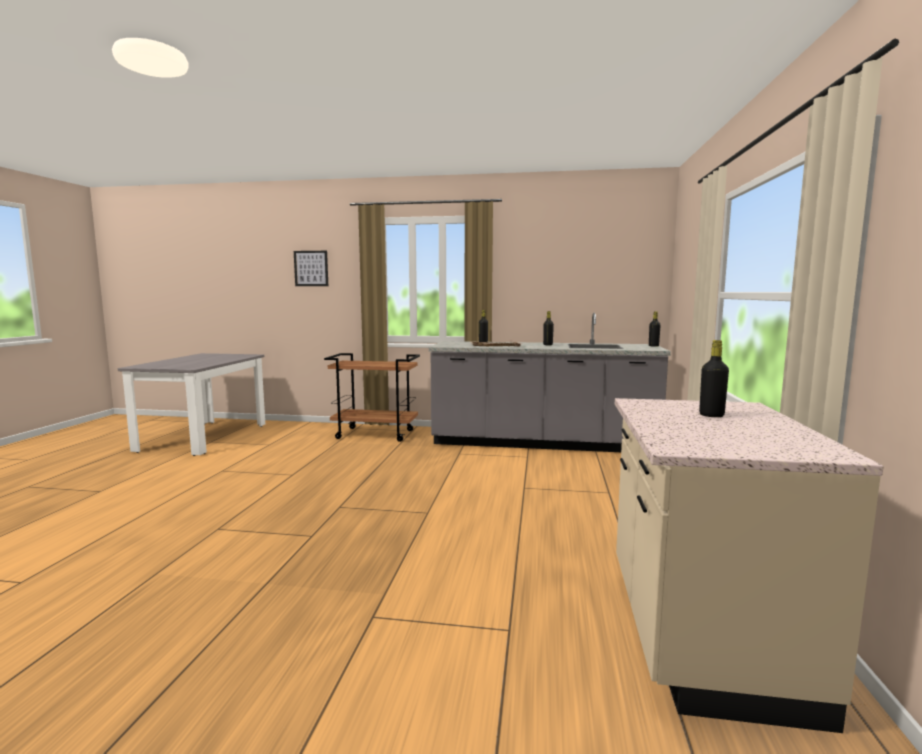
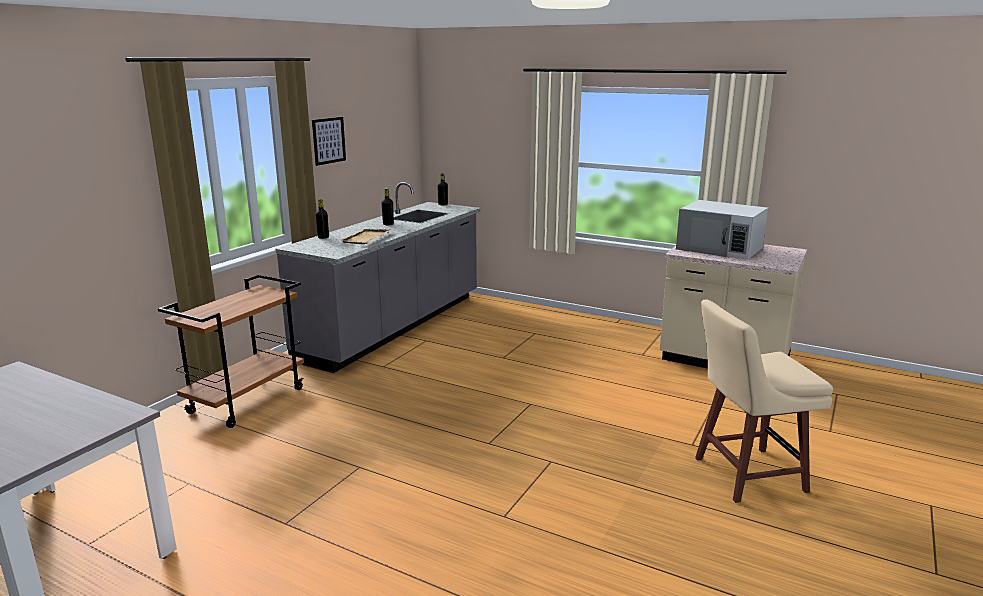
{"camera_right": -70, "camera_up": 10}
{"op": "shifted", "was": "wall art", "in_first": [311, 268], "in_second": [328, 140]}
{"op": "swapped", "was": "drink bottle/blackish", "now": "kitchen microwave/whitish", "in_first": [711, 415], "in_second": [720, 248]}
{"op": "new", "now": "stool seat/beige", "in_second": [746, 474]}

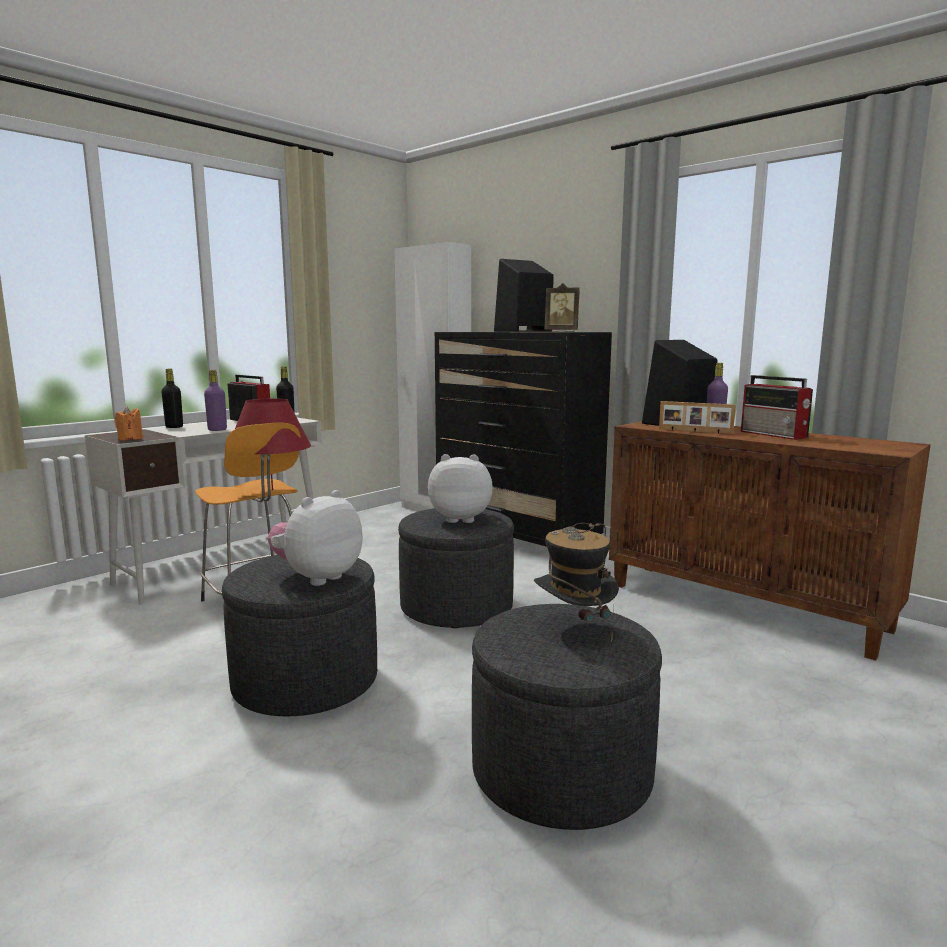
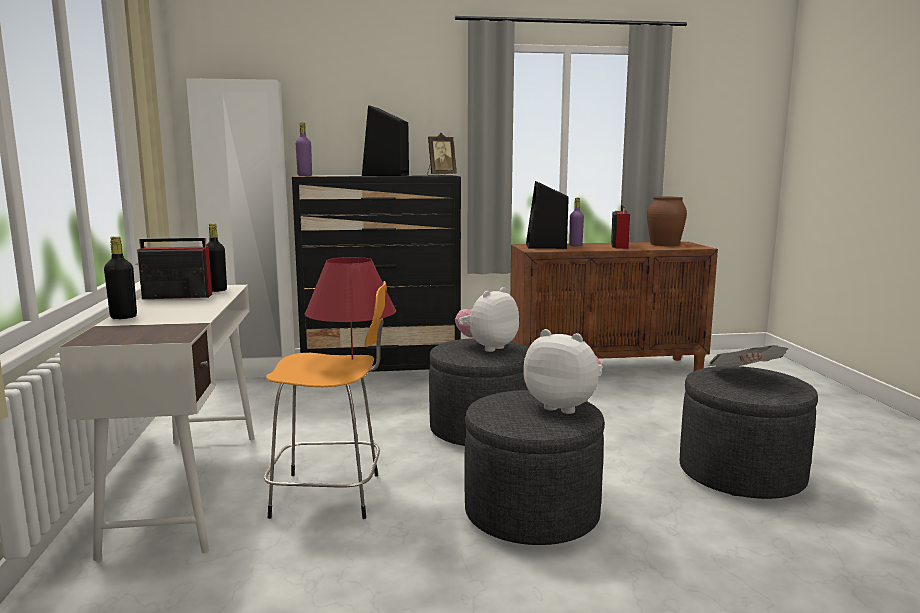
{"camera_right": -50, "camera_up": 0}
{"op": "shifted", "was": "drink bottle/purplish", "in_first": [217, 430], "in_second": [304, 176]}
{"op": "rotated", "was": "radio receiver", "in_first": [774, 435], "in_second": [620, 245], "clockwise": -90}
{"op": "gone", "was": "picture frame", "in_first": [695, 431]}
{"op": "gone", "was": "candle/orange", "in_first": [130, 439]}
{"op": "rotated", "was": "soft toy", "in_first": [317, 577], "in_second": [563, 406], "clockwise": 135}
{"op": "swapped", "was": "hat", "now": "newspaper", "in_first": [574, 629], "in_second": [744, 376]}
{"op": "new", "now": "decorative vase/brown", "in_second": [664, 244]}

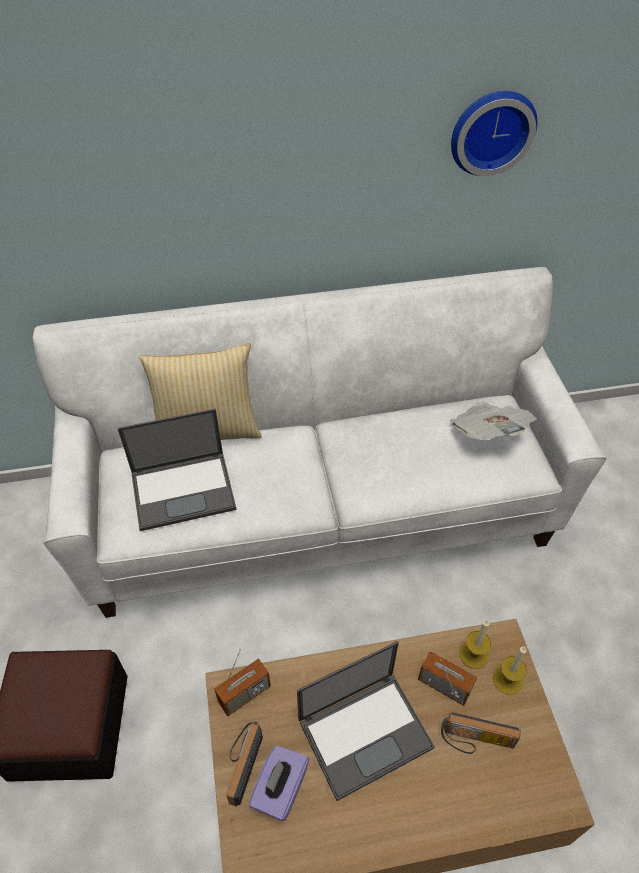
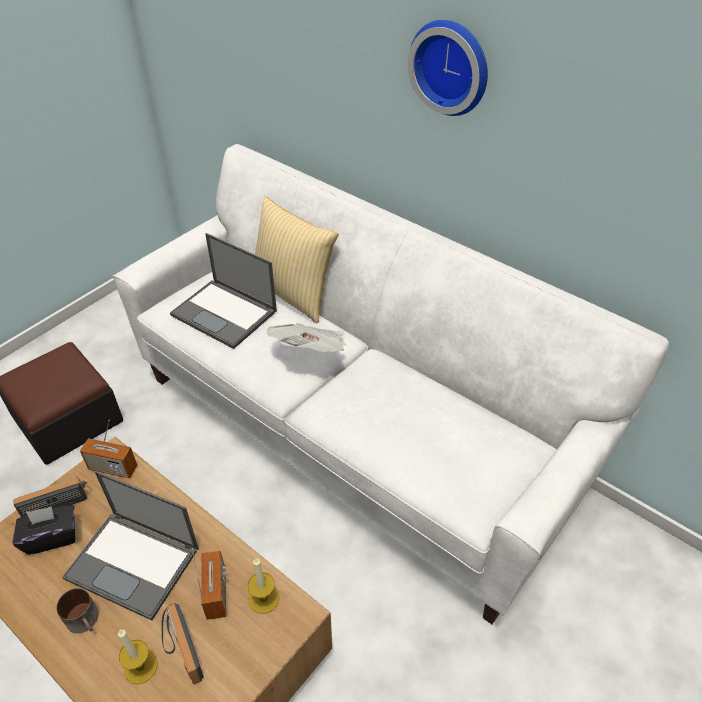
{"camera_right": 50, "camera_up": -5}
{"op": "shifted", "was": "hanging clock", "in_first": [491, 130], "in_second": [451, 66]}
{"op": "shifted", "was": "newspaper", "in_first": [487, 433], "in_second": [311, 352]}
{"op": "shifted", "was": "candle", "in_first": [507, 680], "in_second": [140, 667]}
{"op": "repainted", "was": "box of tissues/purplish", "now": "box of tissues/blackish", "in_first": [280, 789], "in_second": [52, 537]}
{"op": "new", "now": "tea mug", "in_second": [85, 620]}

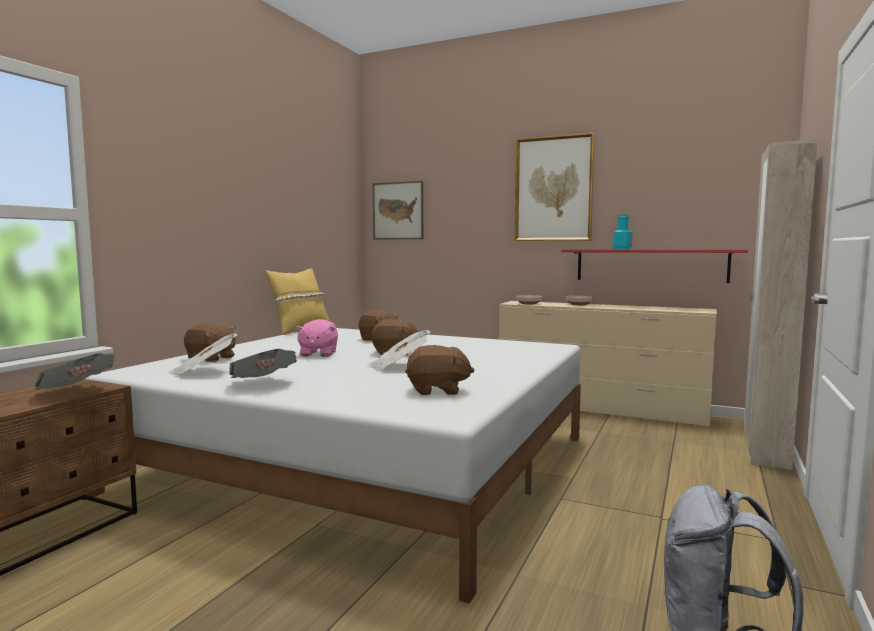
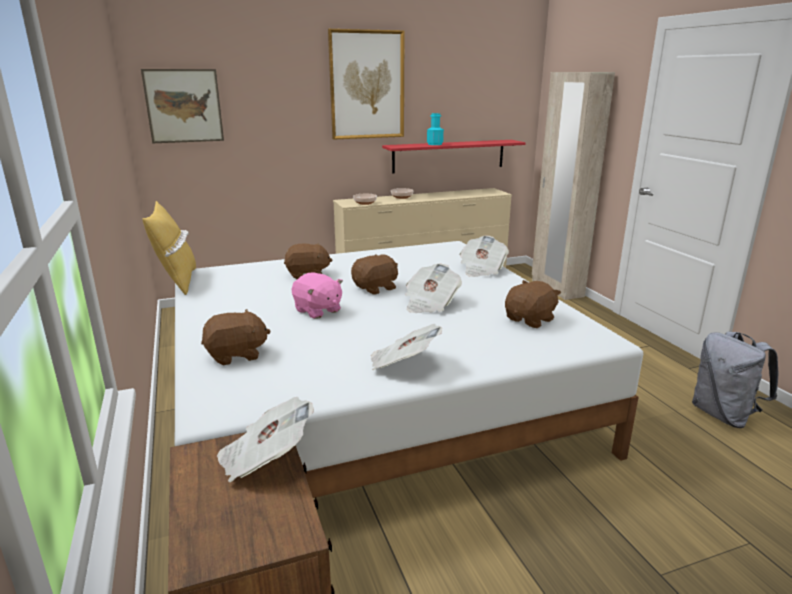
{"camera_right": -45, "camera_up": 15}
{"op": "shifted", "was": "newspaper", "in_first": [203, 372], "in_second": [481, 269]}

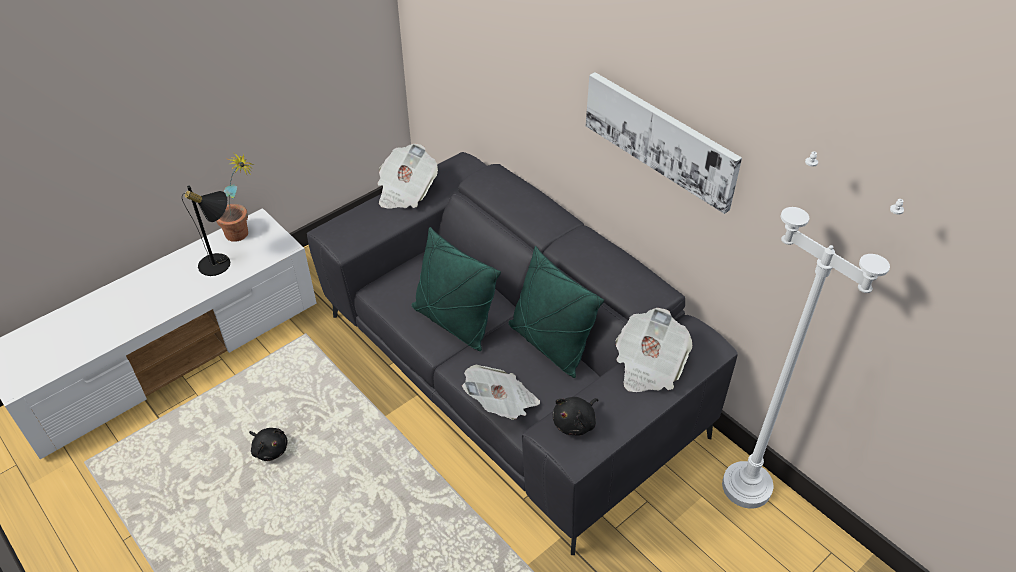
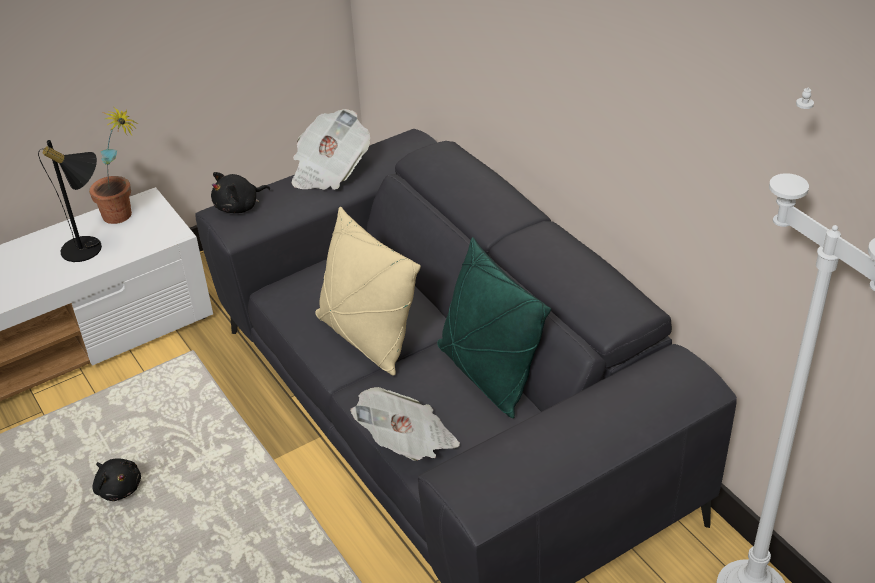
{"camera_right": 10, "camera_up": -5}
{"op": "gone", "was": "wall art", "in_first": [660, 138]}
{"op": "repainted", "was": "throw pillow/green-coloured", "now": "throw pillow/beige", "in_first": [453, 322], "in_second": [366, 338]}
{"op": "gone", "was": "newspaper", "in_first": [648, 365]}
{"op": "shifted", "was": "soft toy/blackish", "in_first": [575, 423], "in_second": [239, 206]}

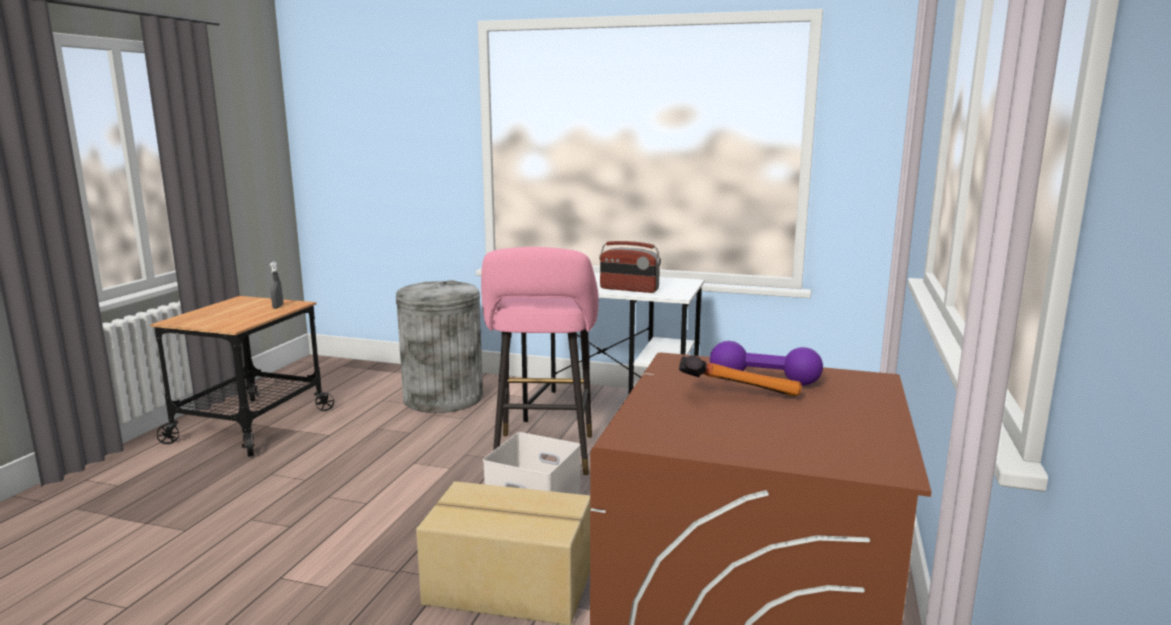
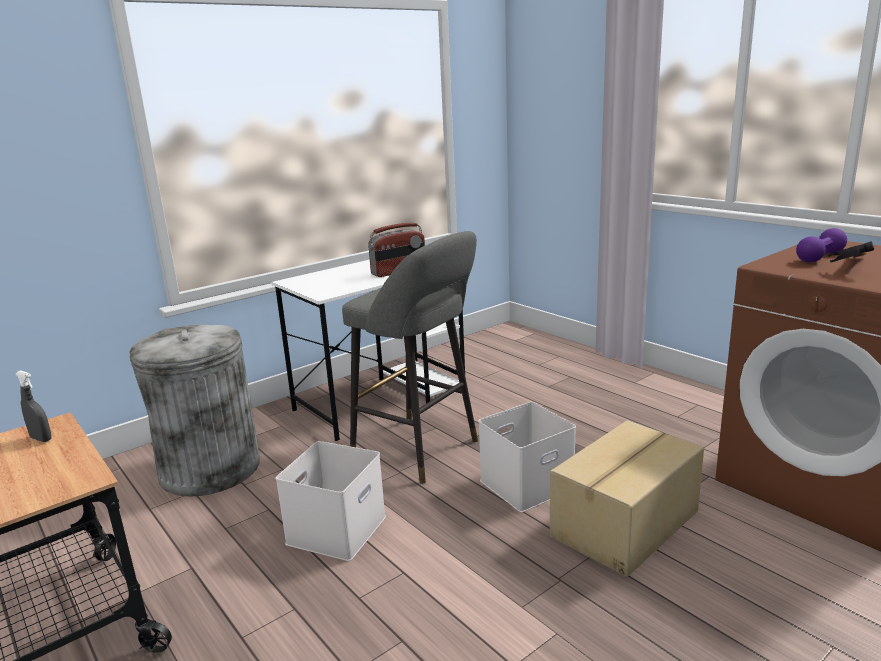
{"camera_right": -55, "camera_up": 5}
{"op": "repainted", "was": "stool seat/pinkish", "now": "stool seat/greyish", "in_first": [543, 457], "in_second": [421, 451]}
{"op": "new", "now": "storage container/whitish", "in_second": [336, 528]}

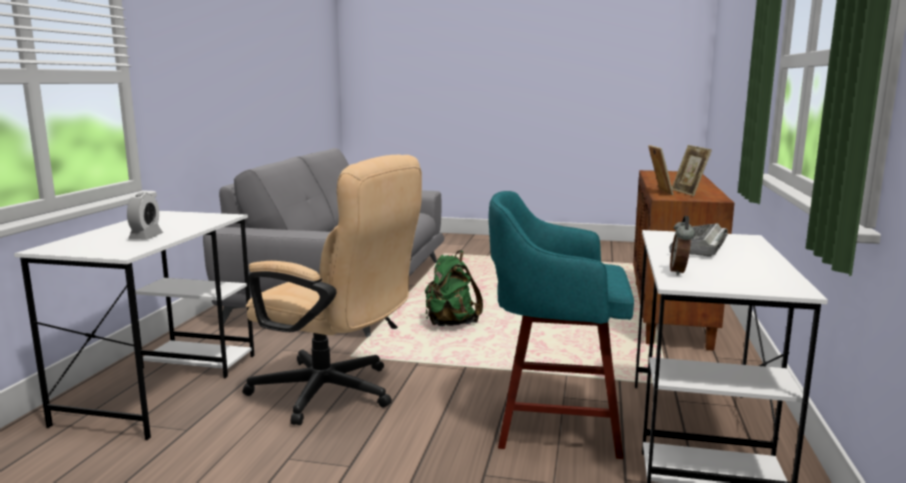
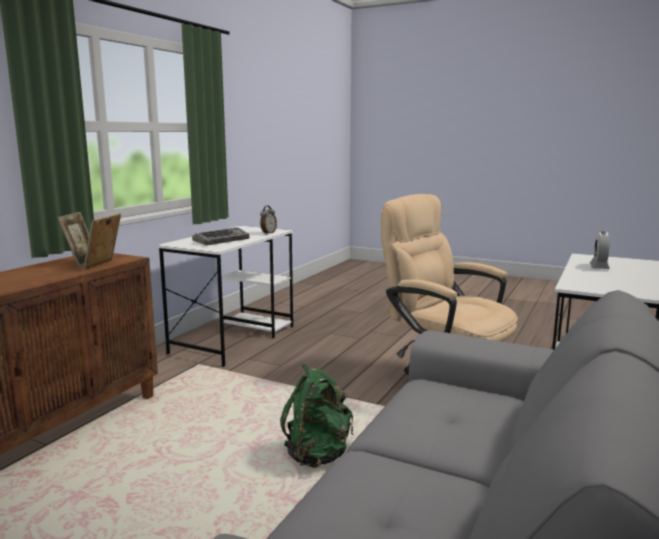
{"camera_right": -165, "camera_up": 0}
{"op": "gone", "was": "stool seat/turquoise", "in_first": [554, 423]}

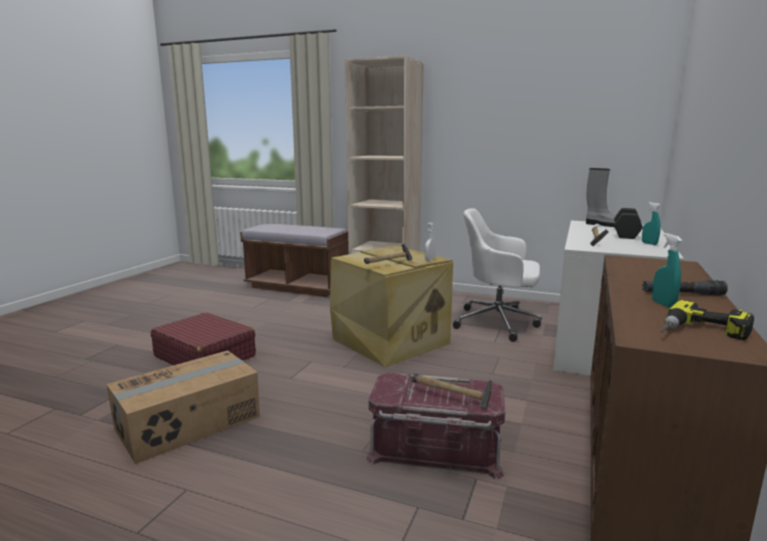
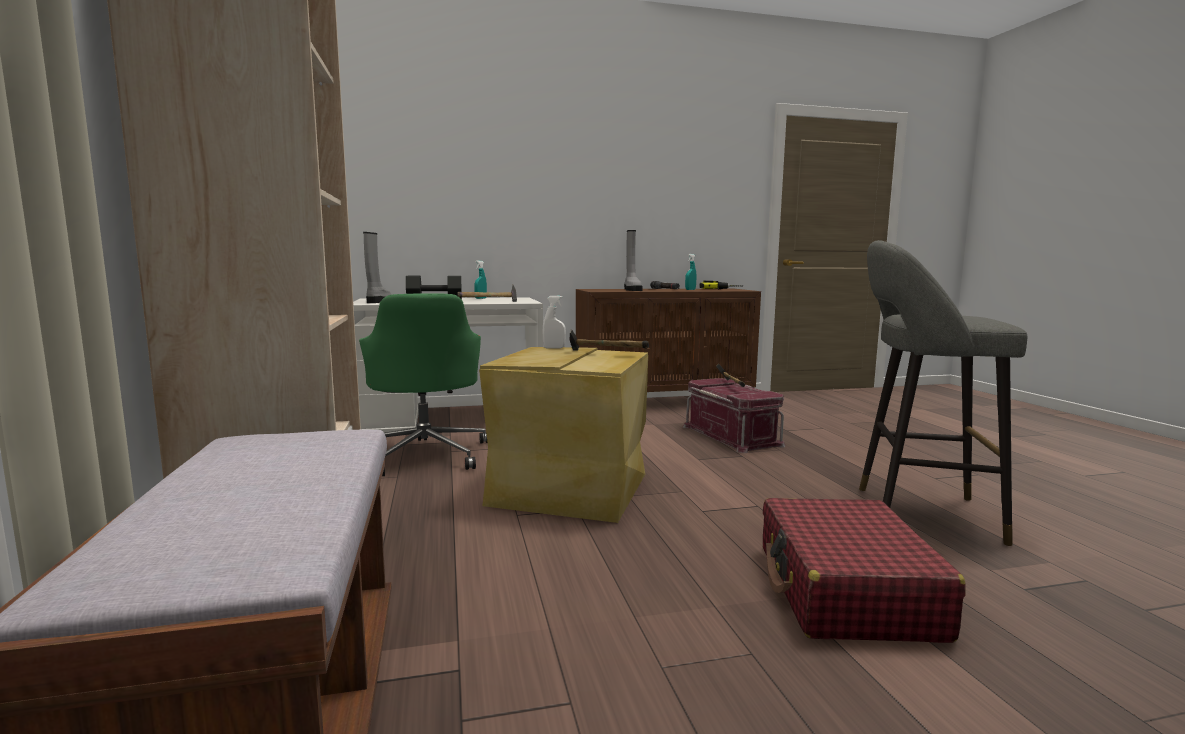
{"camera_right": -125, "camera_up": -5}
{"op": "repainted", "was": "office chair/whitish", "now": "office chair/green-coloured", "in_first": [498, 323], "in_second": [426, 454]}
{"op": "swapped", "was": "carton", "now": "stool seat/greyish", "in_first": [189, 423], "in_second": [916, 513]}
{"op": "new", "now": "boot/greyish", "in_second": [632, 290]}

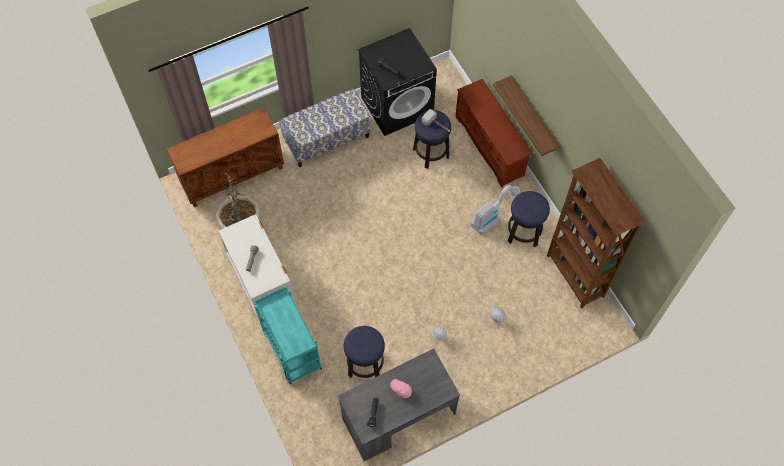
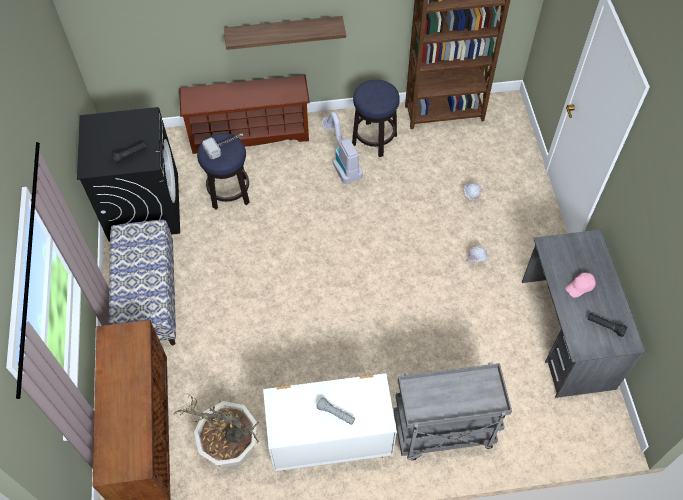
{"camera_right": -70, "camera_up": -5}
{"op": "repainted", "was": "trolley/turquoise", "now": "trolley/greyish", "in_first": [291, 349], "in_second": [442, 432]}
{"op": "gone", "was": "stool seat", "in_first": [365, 364]}

